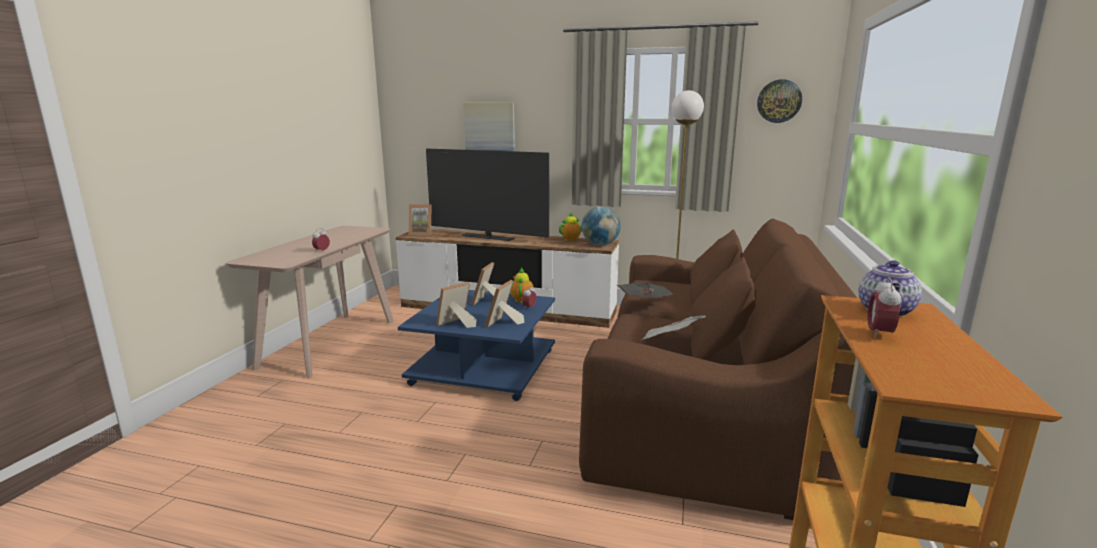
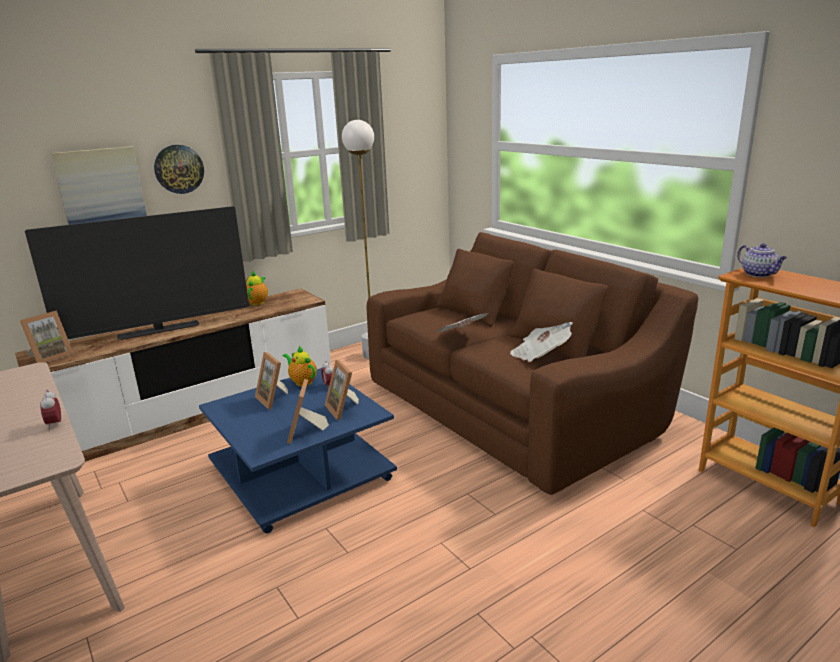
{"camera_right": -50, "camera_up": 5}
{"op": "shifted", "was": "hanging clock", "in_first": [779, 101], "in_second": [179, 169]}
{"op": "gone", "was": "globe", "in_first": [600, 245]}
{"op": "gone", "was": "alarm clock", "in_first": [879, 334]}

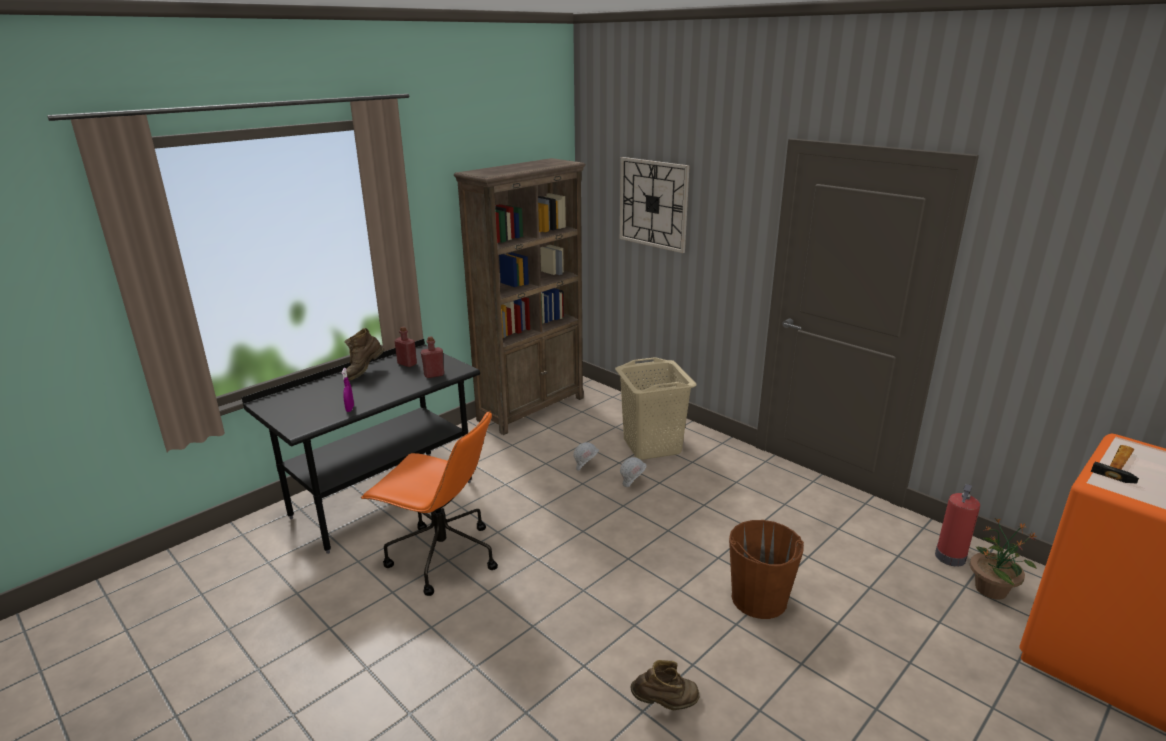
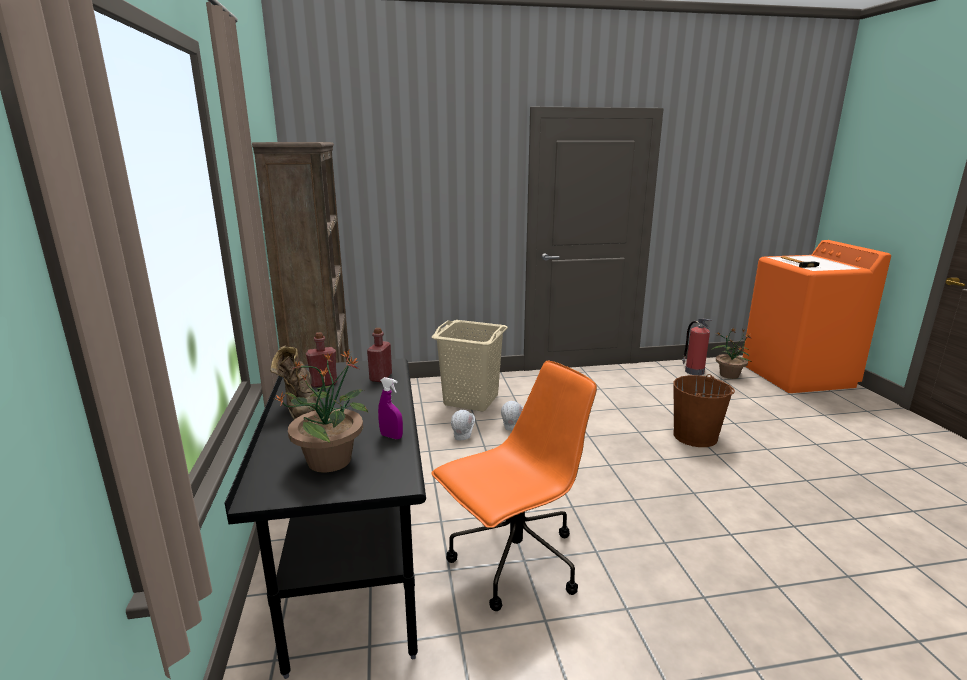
{"camera_right": -55, "camera_up": -5}
{"op": "gone", "was": "hanging clock", "in_first": [653, 204]}
{"op": "gone", "was": "boot/brown", "in_first": [665, 704]}
{"op": "new", "now": "plant in a pot", "in_second": [331, 460]}

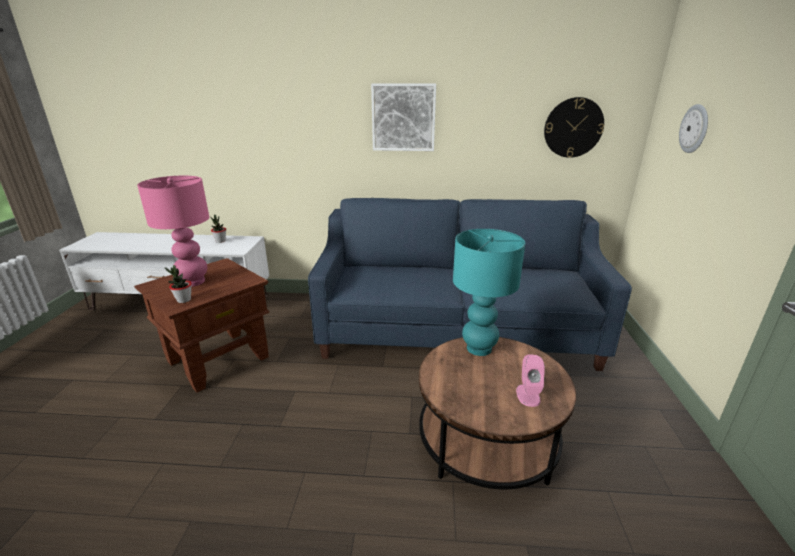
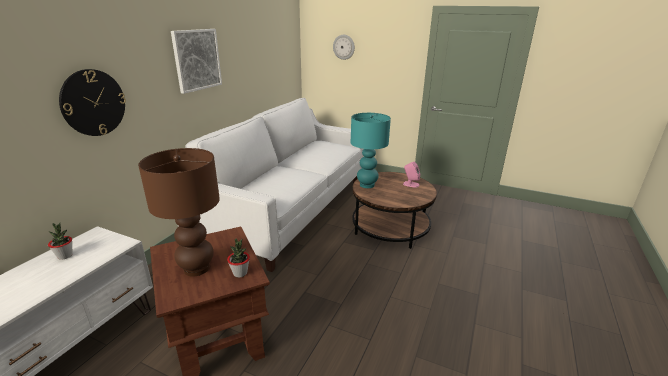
{"camera_right": -70, "camera_up": 0}
{"op": "shifted", "was": "hanging clock", "in_first": [573, 128], "in_second": [93, 103]}
{"op": "repainted", "was": "lamp for a table/pinkish", "now": "lamp for a table/brown", "in_first": [193, 282], "in_second": [197, 268]}
{"op": "repainted", "was": "sofa/bluish", "now": "sofa/whitish", "in_first": [456, 330], "in_second": [286, 208]}

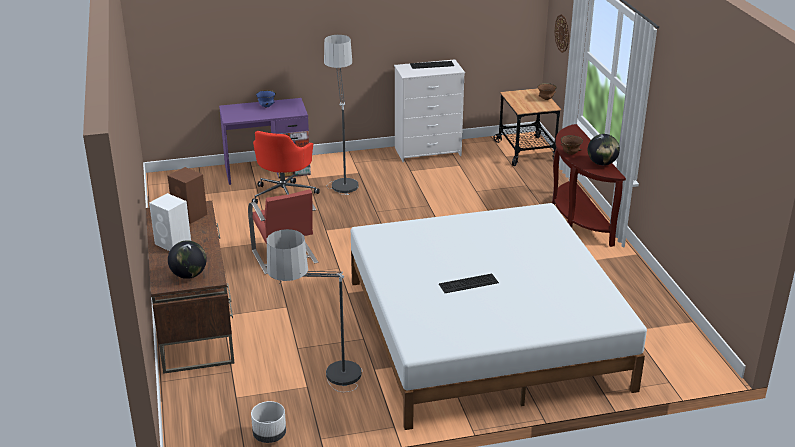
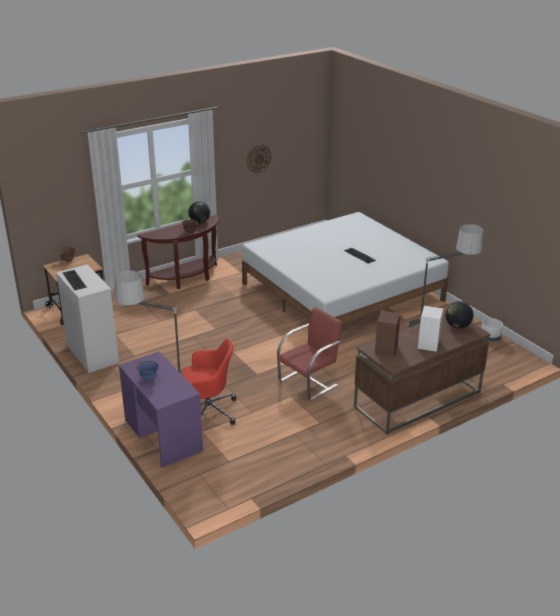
{"camera_right": -110, "camera_up": 0}
{"op": "shifted", "was": "hanging clock", "in_first": [562, 33], "in_second": [258, 158]}

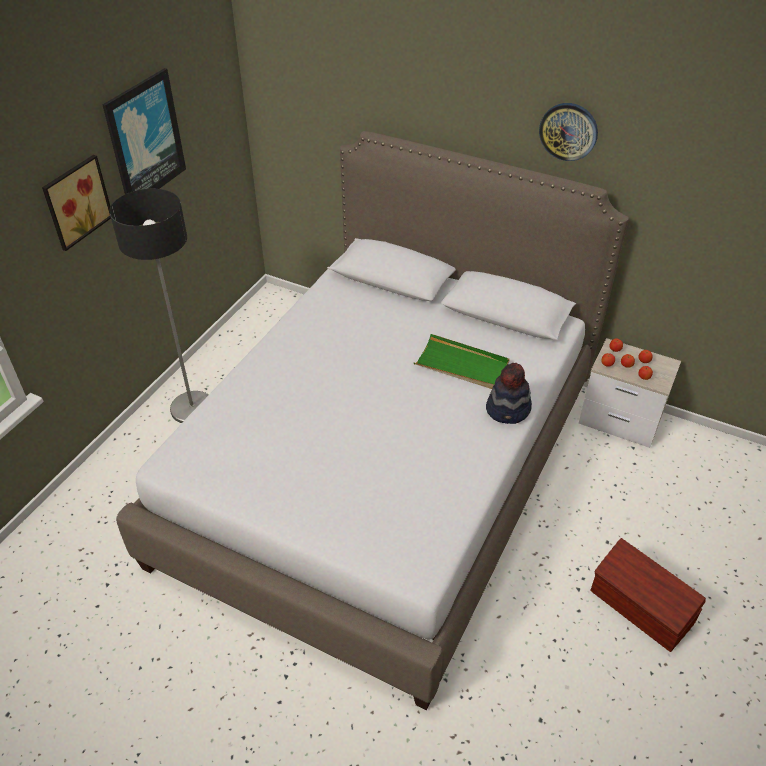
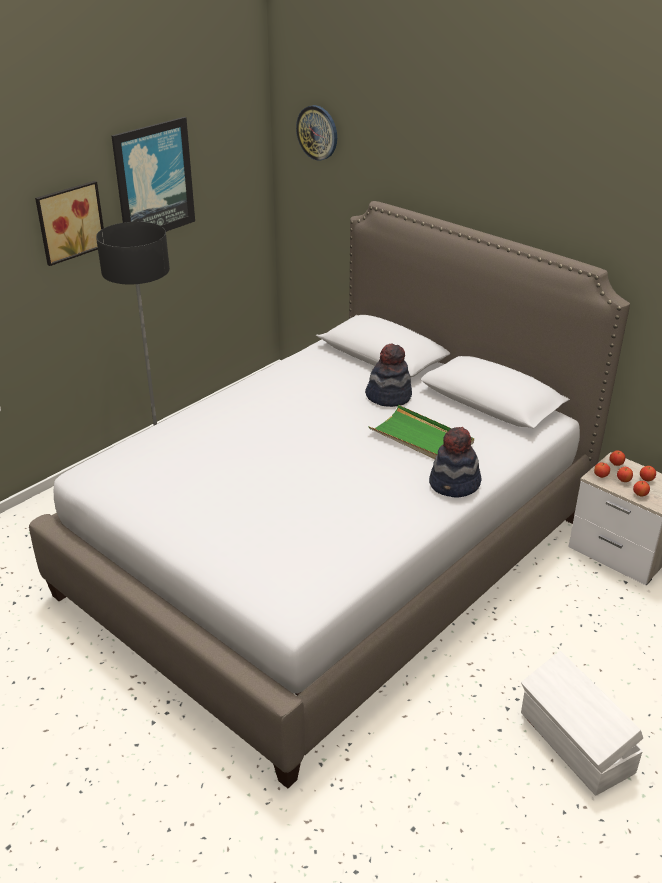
{"camera_right": 15, "camera_up": -10}
{"op": "shifted", "was": "hanging clock", "in_first": [568, 131], "in_second": [317, 132]}
{"op": "repainted", "was": "storage container/brown", "now": "storage container/whitish", "in_first": [641, 608], "in_second": [575, 744]}
{"op": "new", "now": "hat", "in_second": [388, 396]}

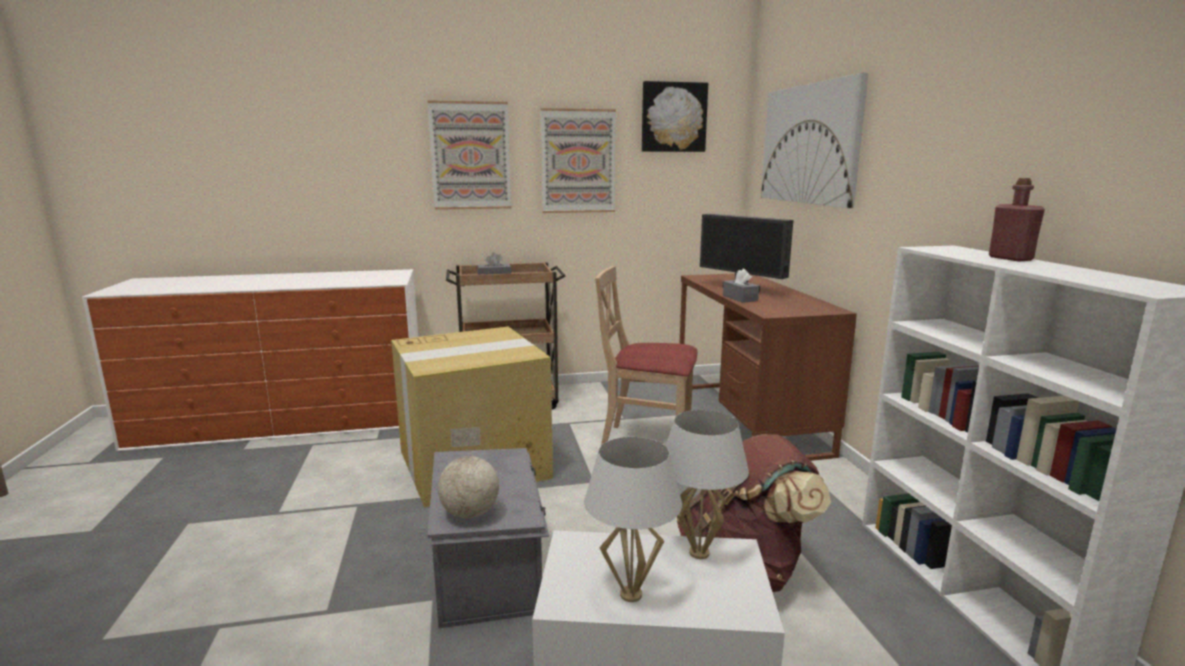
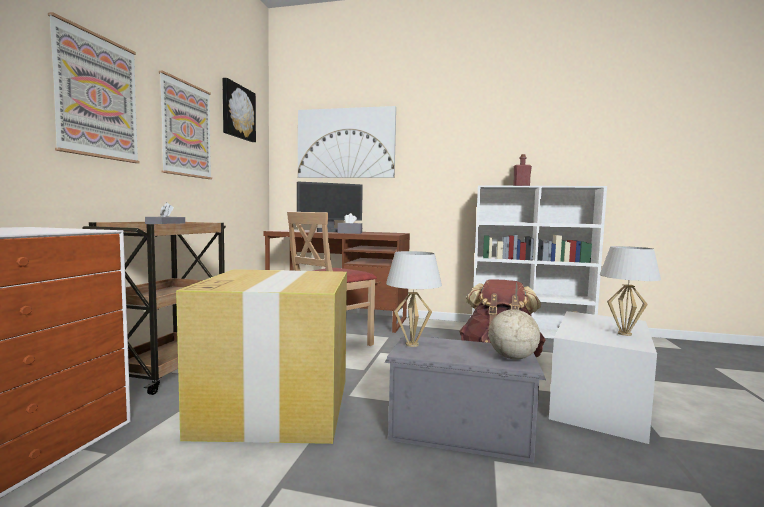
{"camera_right": -65, "camera_up": -10}
{"op": "shifted", "was": "lamp for a table/whitish", "in_first": [699, 552], "in_second": [411, 344]}

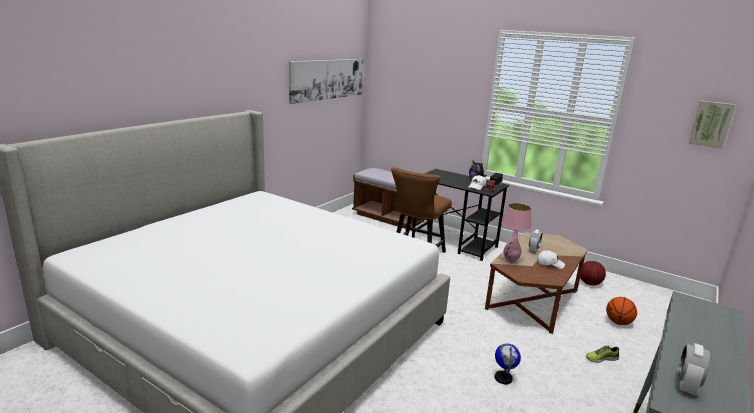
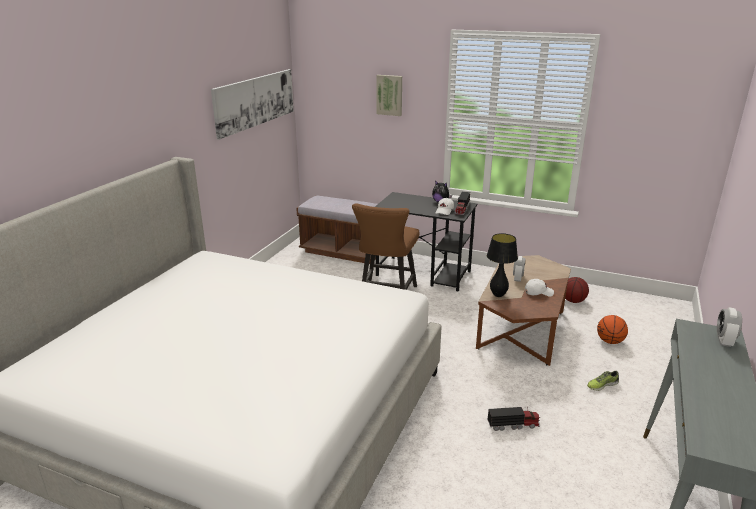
{"camera_right": -10, "camera_up": 5}
{"op": "shifted", "was": "wall art", "in_first": [711, 124], "in_second": [389, 95]}
{"op": "repainted", "was": "lamp for a table/pinkish", "now": "lamp for a table/blackish", "in_first": [510, 261], "in_second": [498, 295]}
{"op": "swapped", "was": "globe", "now": "toy lorry", "in_first": [503, 378], "in_second": [513, 425]}
{"op": "shifted", "was": "alarm clock", "in_first": [686, 386], "in_second": [724, 341]}

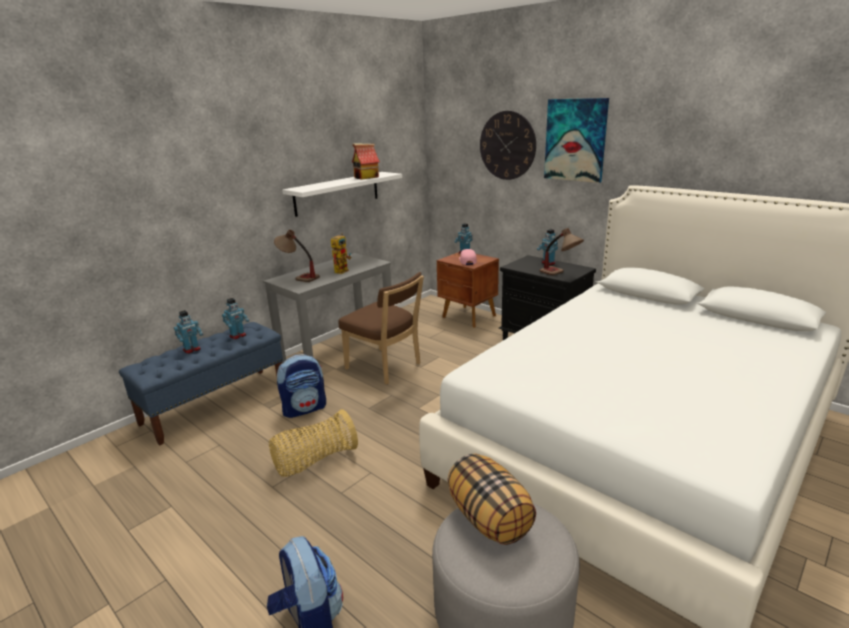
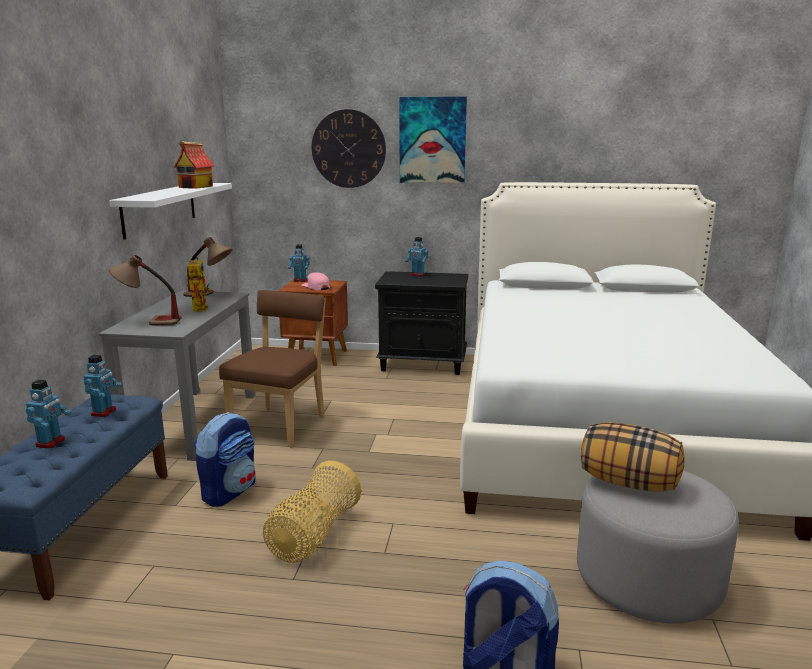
{"camera_right": -35, "camera_up": -5}
{"op": "shifted", "was": "lamp for a table", "in_first": [560, 274], "in_second": [210, 295]}
{"op": "rotated", "was": "plain chair/brown", "in_first": [386, 367], "in_second": [281, 424], "clockwise": -75}

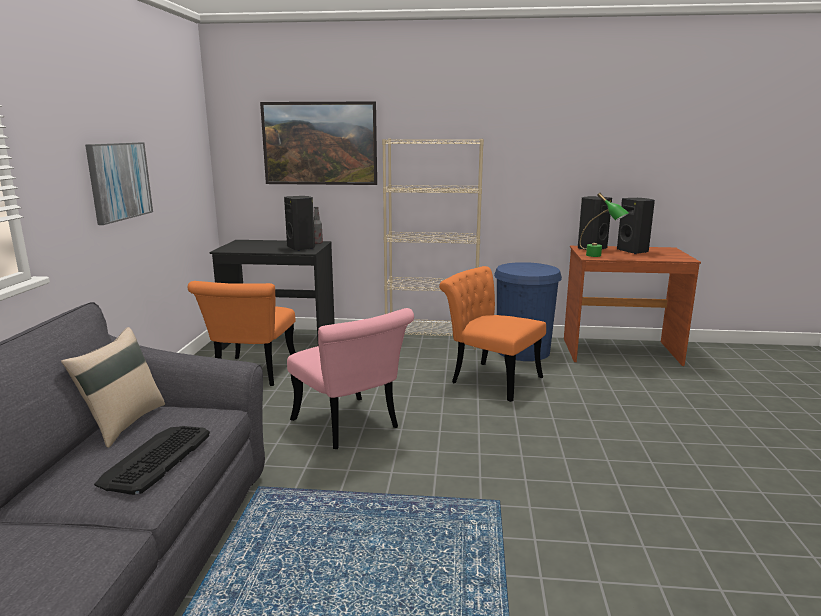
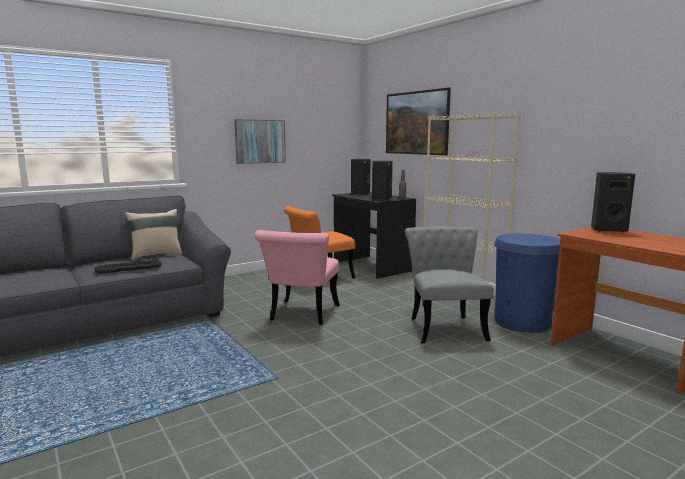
{"camera_right": 50, "camera_up": -5}
{"op": "gone", "was": "lamp for a table/green-coloured", "in_first": [600, 256]}
{"op": "shifted", "was": "speaker/blackish", "in_first": [633, 251], "in_second": [361, 194]}
{"op": "repainted", "was": "plain chair/orange", "now": "plain chair/greyish", "in_first": [489, 379], "in_second": [445, 326]}

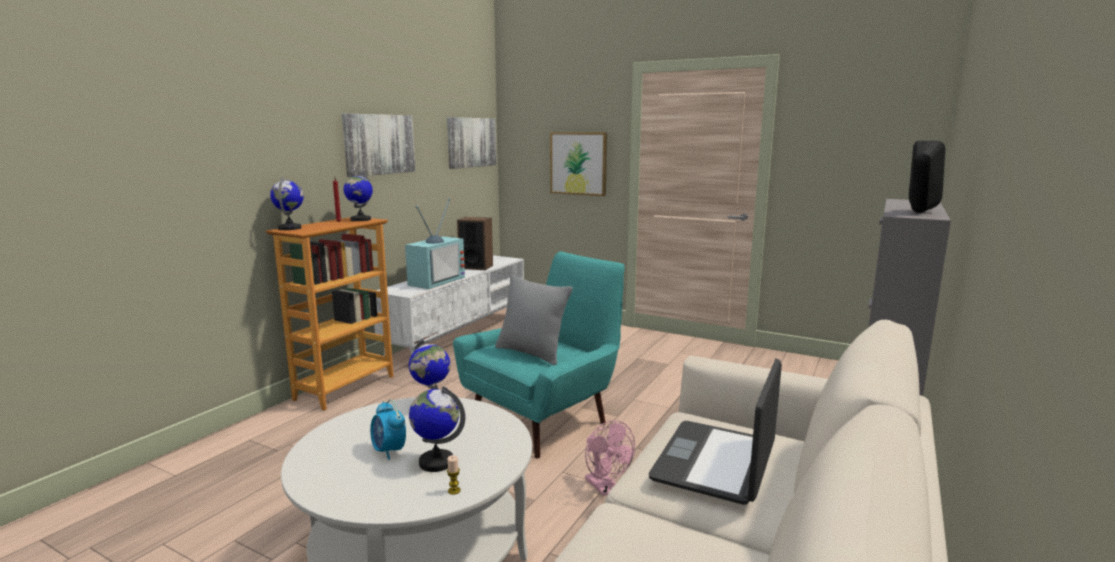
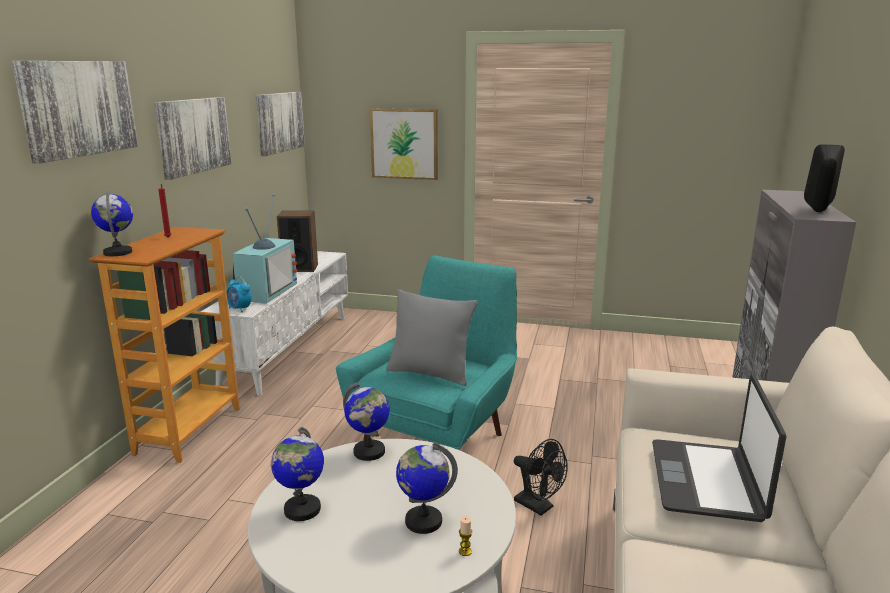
{"camera_right": -15, "camera_up": 5}
{"op": "shifted", "was": "globe", "in_first": [360, 219], "in_second": [301, 509]}
{"op": "shifted", "was": "alarm clock", "in_first": [389, 451], "in_second": [239, 309]}
{"op": "repainted", "was": "cooling fan/pinkish", "now": "cooling fan/blackish", "in_first": [606, 488], "in_second": [538, 506]}
{"op": "new", "now": "wall art", "in_second": [78, 108]}

